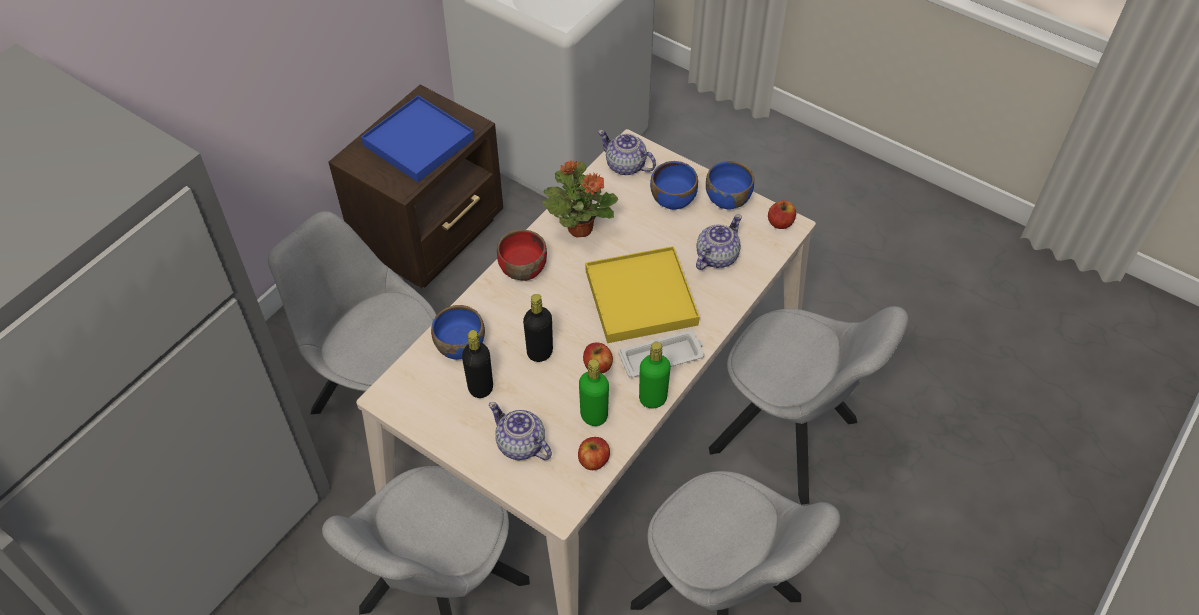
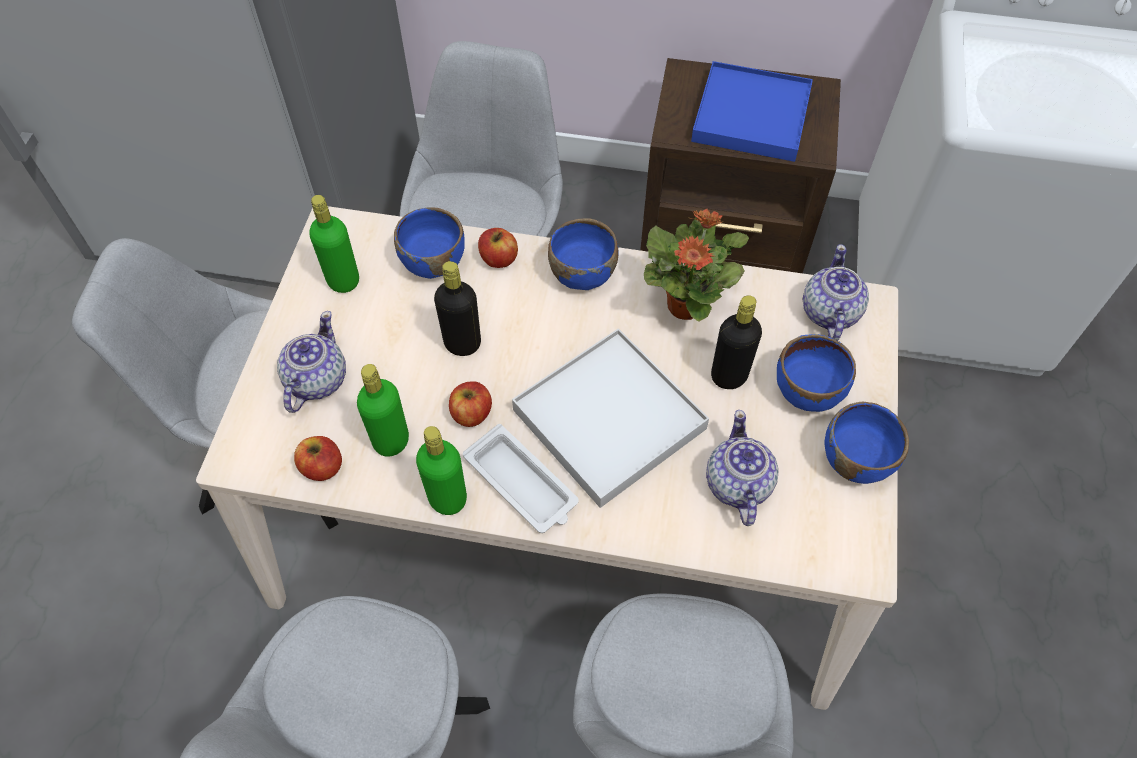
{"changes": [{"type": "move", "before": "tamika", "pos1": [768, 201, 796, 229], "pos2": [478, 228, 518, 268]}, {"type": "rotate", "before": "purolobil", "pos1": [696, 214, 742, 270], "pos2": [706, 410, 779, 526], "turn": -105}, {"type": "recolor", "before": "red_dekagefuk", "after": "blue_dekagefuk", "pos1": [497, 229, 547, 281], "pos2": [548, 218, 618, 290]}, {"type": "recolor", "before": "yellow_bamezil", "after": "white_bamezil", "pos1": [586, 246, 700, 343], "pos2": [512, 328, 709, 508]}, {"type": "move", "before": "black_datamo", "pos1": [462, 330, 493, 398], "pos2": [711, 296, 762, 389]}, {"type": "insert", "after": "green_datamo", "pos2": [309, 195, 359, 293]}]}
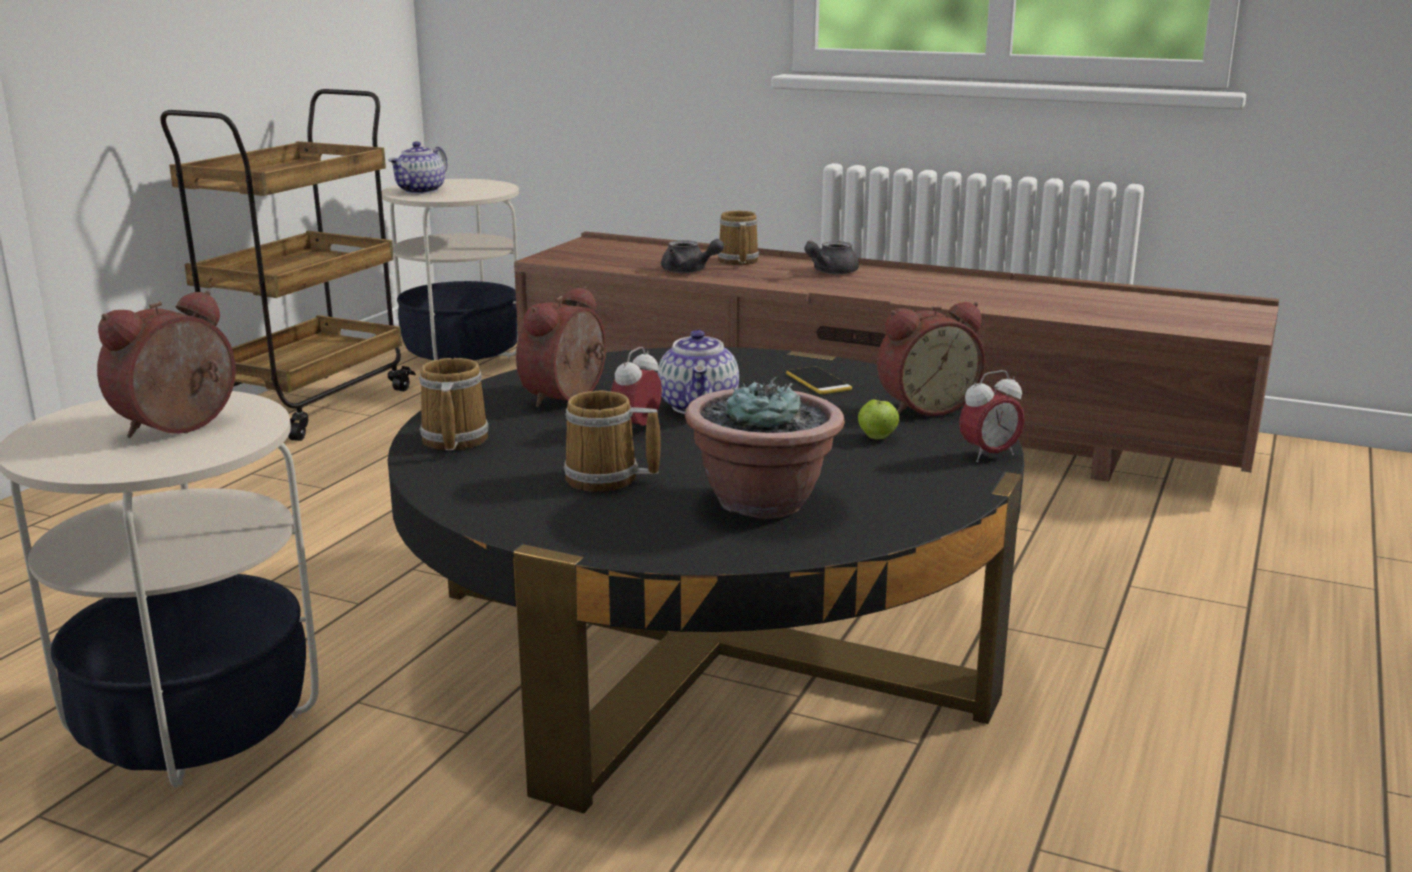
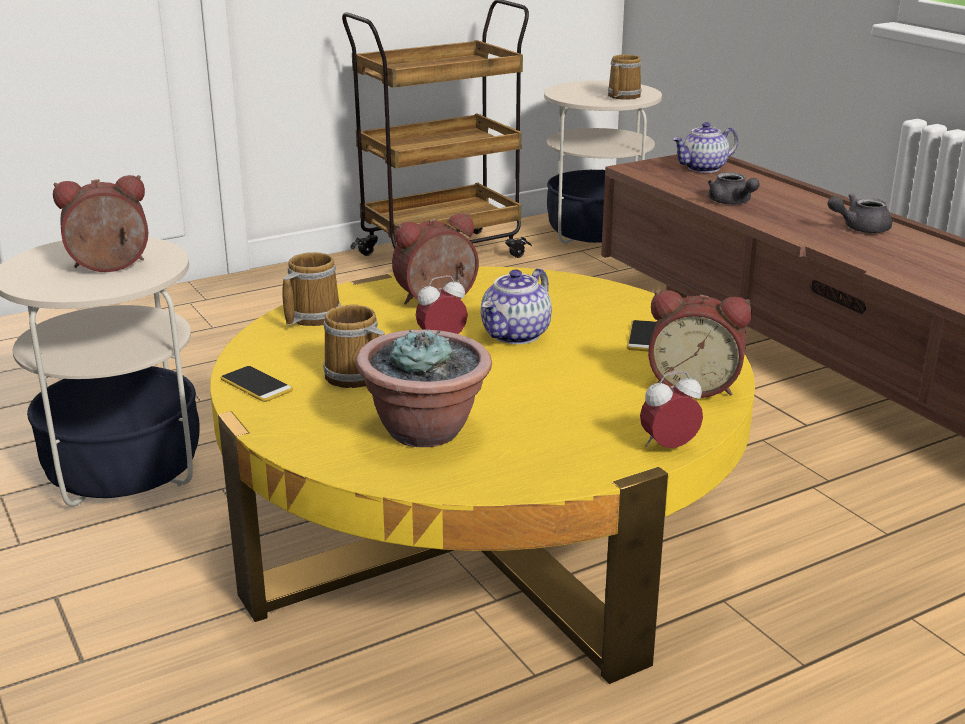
{"changes": [{"type": "move", "before": "purolobil", "pos1": [388, 141, 448, 194], "pos2": [672, 122, 738, 173]}, {"type": "move", "before": "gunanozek", "pos1": [718, 211, 759, 265], "pos2": [608, 54, 642, 99]}, {"type": "recolor", "before": "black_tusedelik", "after": "yellow_tusedelik", "pos1": [388, 347, 1024, 813], "pos2": [210, 266, 755, 684]}, {"type": "rotate", "before": "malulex", "pos1": [959, 370, 1025, 462], "pos2": [640, 371, 703, 448], "turn": 150}, {"type": "delete", "before": "tamika", "pos1": [858, 397, 900, 439]}, {"type": "insert", "after": "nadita", "pos2": [221, 366, 293, 402]}]}
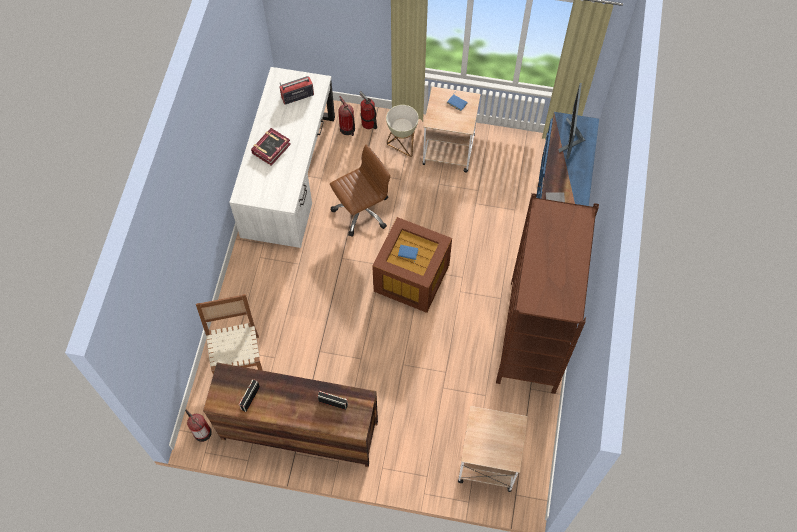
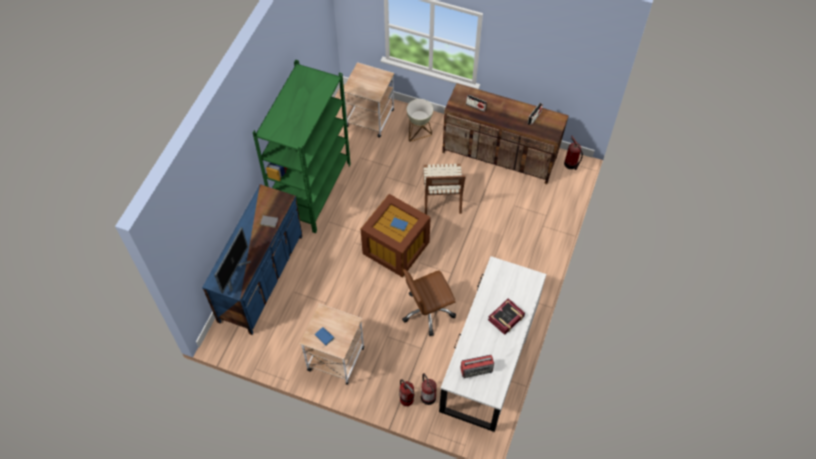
{"changes": [{"type": "move", "before": "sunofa", "pos1": [386, 105, 419, 157], "pos2": [406, 99, 433, 142]}, {"type": "recolor", "before": "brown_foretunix", "after": "green_foretunix", "pos1": [496, 193, 599, 394], "pos2": [253, 60, 351, 233]}, {"type": "move", "before": "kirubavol", "pos1": [196, 294, 263, 375], "pos2": [424, 163, 466, 215]}]}
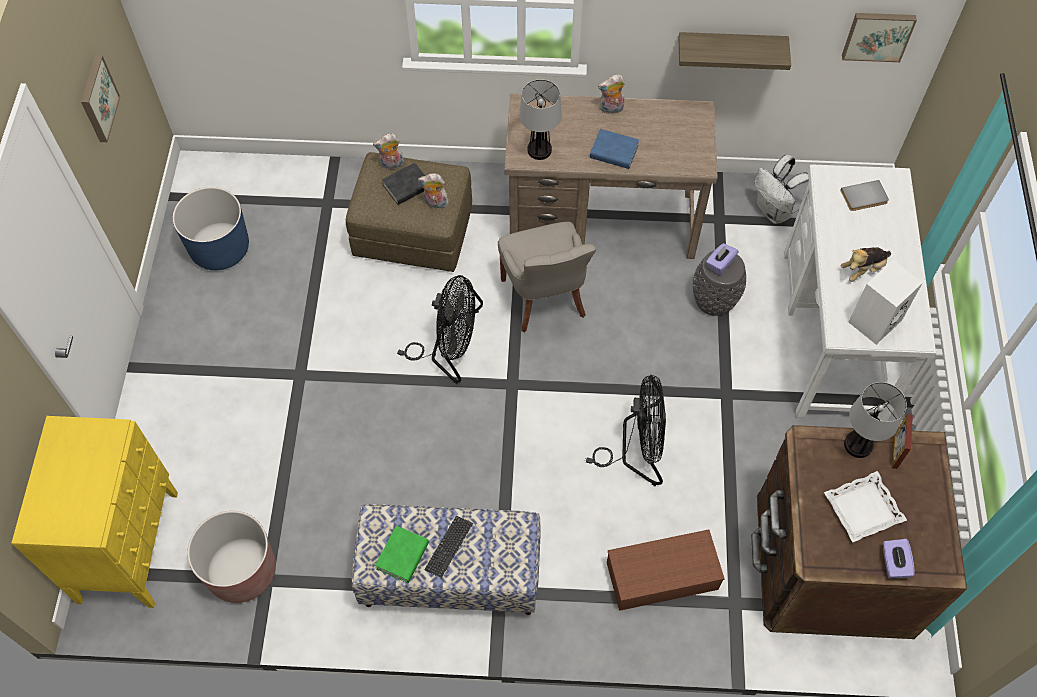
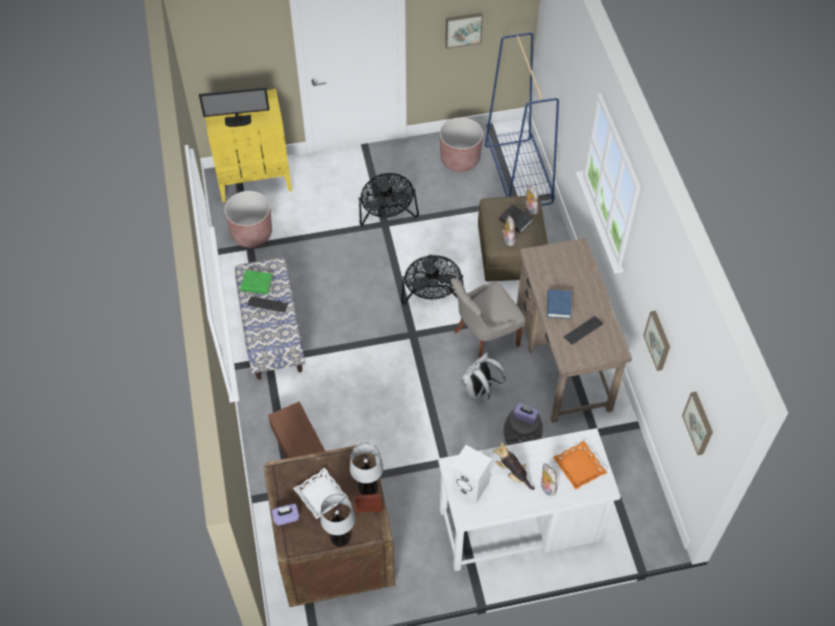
{"changes": [{"type": "replace", "before": "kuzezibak", "after": "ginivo", "pos1": [678, 32, 791, 70], "pos2": [643, 311, 670, 371]}, {"type": "move", "before": "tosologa", "pos1": [598, 74, 625, 115], "pos2": [541, 463, 557, 496]}, {"type": "move", "before": "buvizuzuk", "pos1": [519, 79, 562, 160], "pos2": [321, 494, 355, 546]}, {"type": "move", "before": "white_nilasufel", "pos1": [754, 155, 809, 224], "pos2": [461, 352, 505, 402]}, {"type": "replace", "before": "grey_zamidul", "after": "orange_bamezil", "pos1": [840, 180, 889, 211], "pos2": [553, 441, 607, 490]}, {"type": "recolor", "before": "blue_sunofa", "after": "brown_sunofa", "pos1": [172, 187, 249, 270], "pos2": [440, 117, 483, 172]}, {"type": "move", "before": "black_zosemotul", "pos1": [586, 374, 666, 486], "pos2": [359, 173, 419, 227]}, {"type": "insert", "after": "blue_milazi", "pos2": [485, 32, 559, 206]}, {"type": "insert", "after": "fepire", "pos2": [199, 87, 270, 127]}, {"type": "insert", "after": "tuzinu", "pos2": [564, 316, 603, 345]}]}
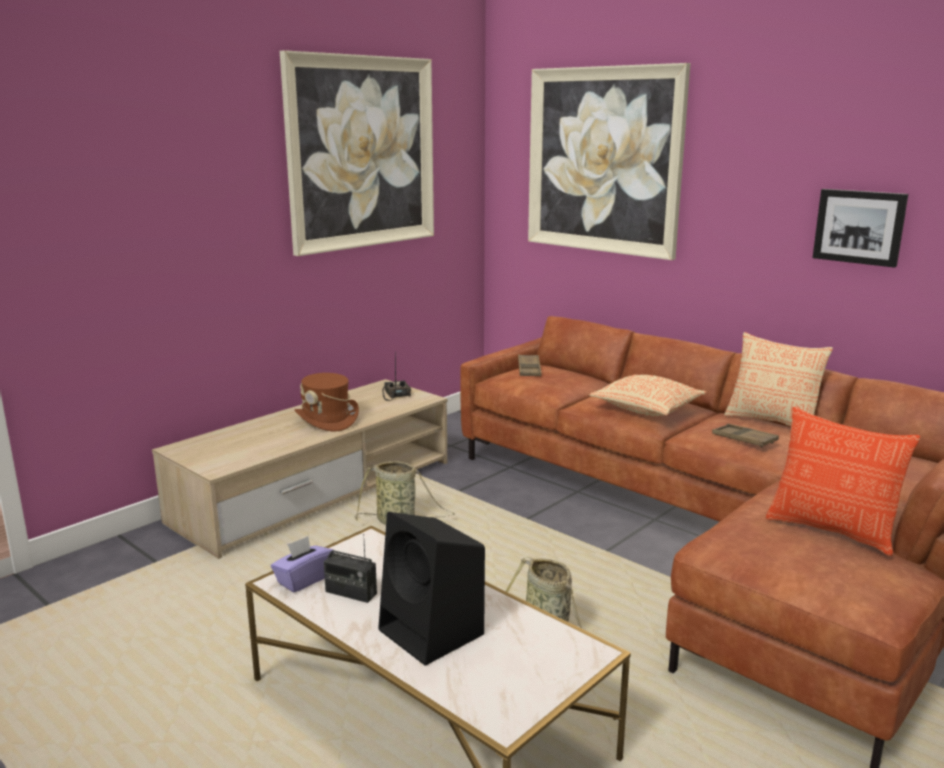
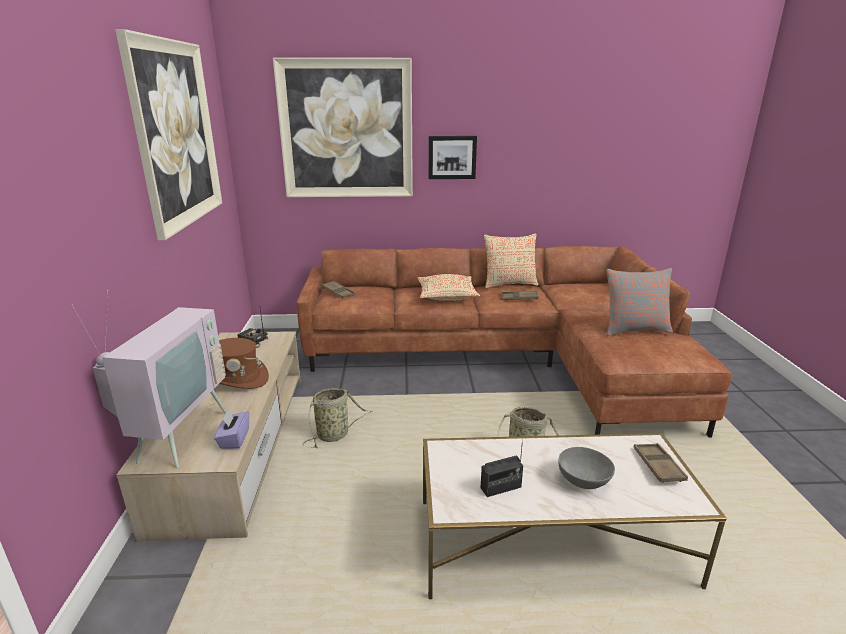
{"changes": [{"type": "move", "before": "ginivo", "pos1": [813, 189, 908, 268], "pos2": [428, 136, 477, 179]}, {"type": "recolor", "before": "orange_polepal", "after": "grey_polepal", "pos1": [766, 407, 920, 556], "pos2": [607, 268, 673, 336]}, {"type": "replace", "before": "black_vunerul", "after": "grey_dekagefuk", "pos1": [378, 512, 485, 666], "pos2": [558, 447, 615, 489]}, {"type": "move", "before": "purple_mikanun", "pos1": [271, 536, 334, 593], "pos2": [214, 409, 249, 449]}, {"type": "insert", "after": "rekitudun", "pos2": [71, 290, 227, 468]}, {"type": "insert", "after": "brown_bamezil", "pos2": [634, 443, 688, 483]}]}
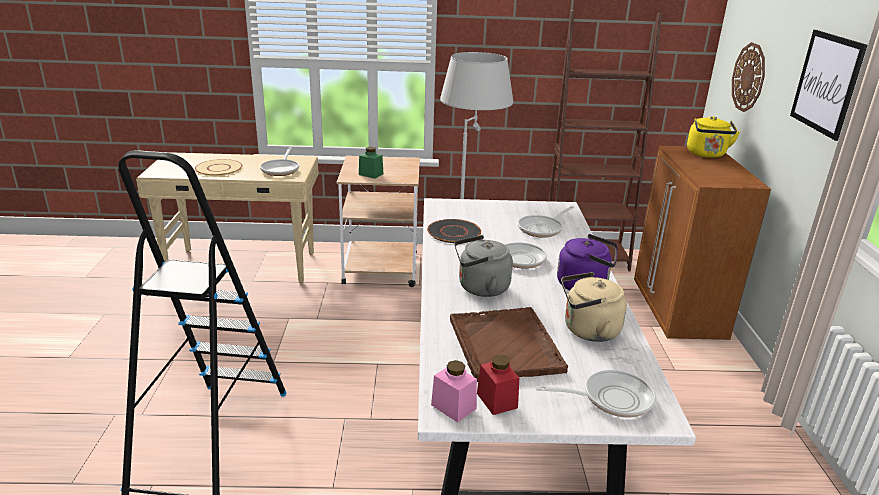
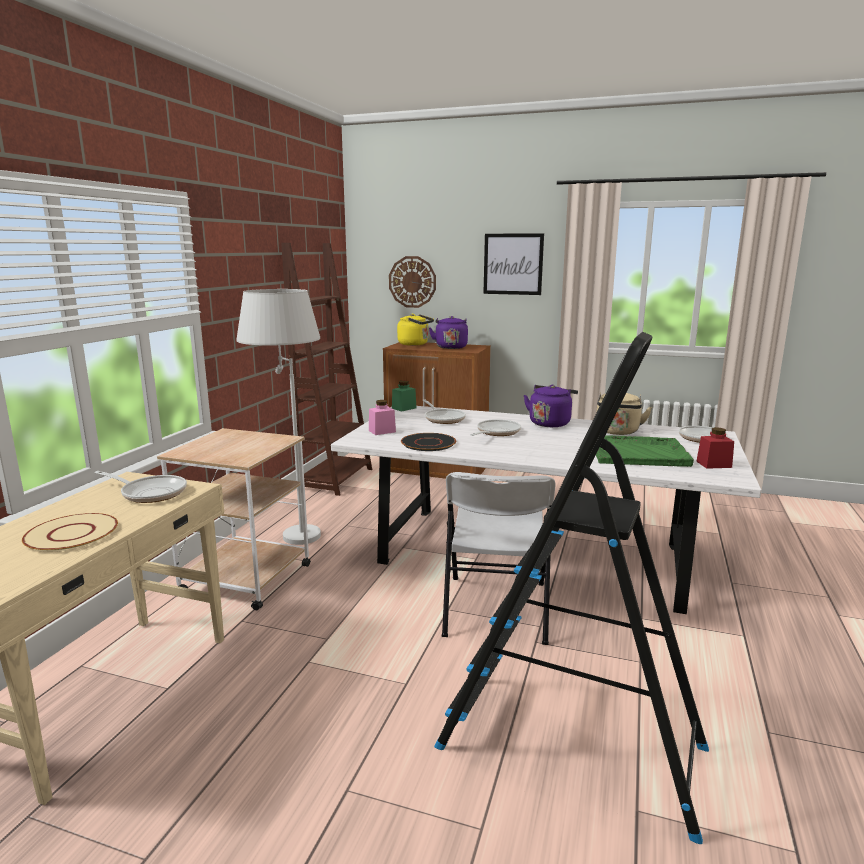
{"changes": [{"type": "move", "before": "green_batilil", "pos1": [359, 147, 383, 179], "pos2": [392, 381, 416, 412]}, {"type": "delete", "before": "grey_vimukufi", "pos1": [454, 235, 513, 297]}, {"type": "recolor", "before": "brown_bamezil", "after": "green_bamezil", "pos1": [450, 307, 568, 382], "pos2": [596, 435, 694, 467]}, {"type": "move", "before": "pink_batilil", "pos1": [431, 360, 477, 422], "pos2": [369, 400, 396, 435]}, {"type": "insert", "after": "purple_vimukufi", "pos2": [429, 316, 468, 349]}, {"type": "insert", "after": "white_kirubavol", "pos2": [442, 472, 556, 645]}]}
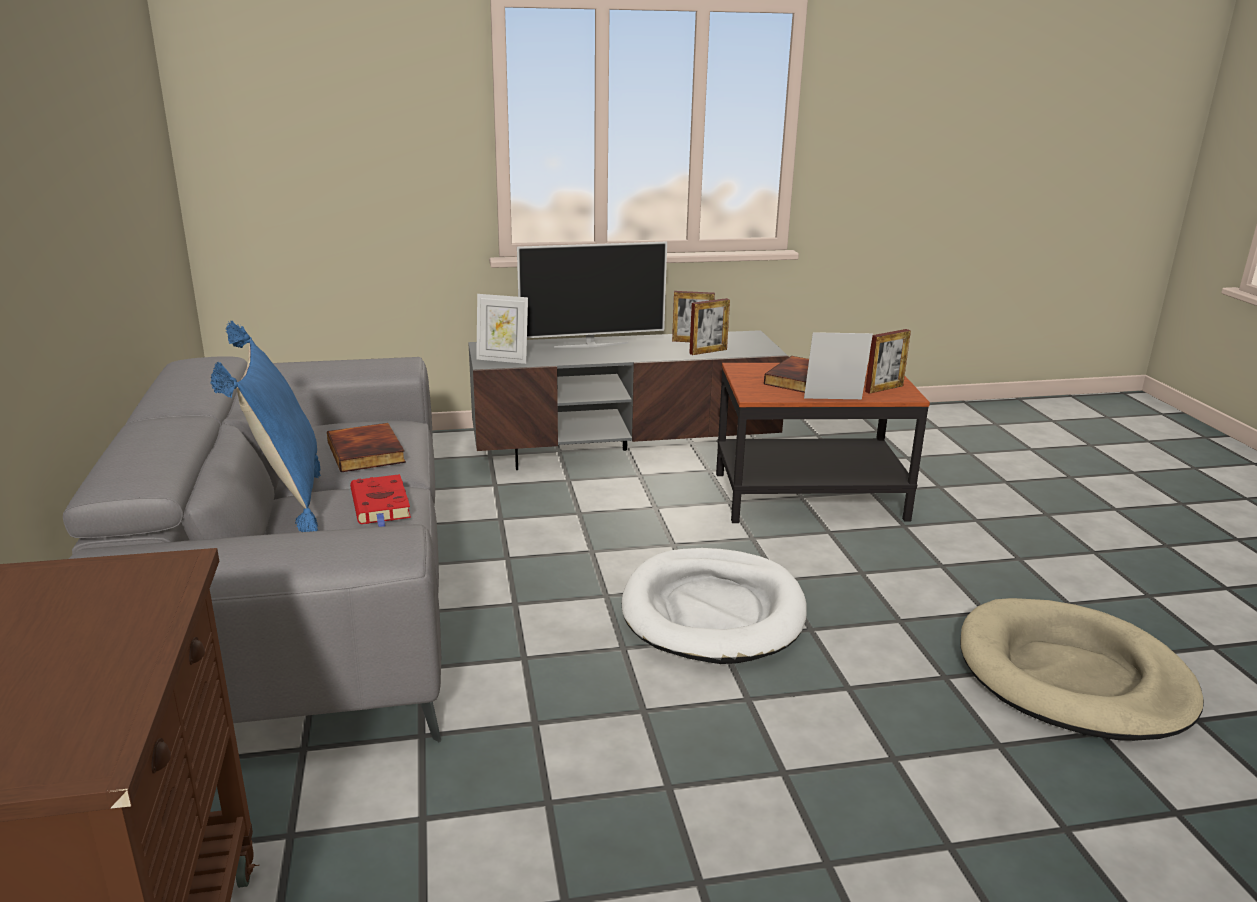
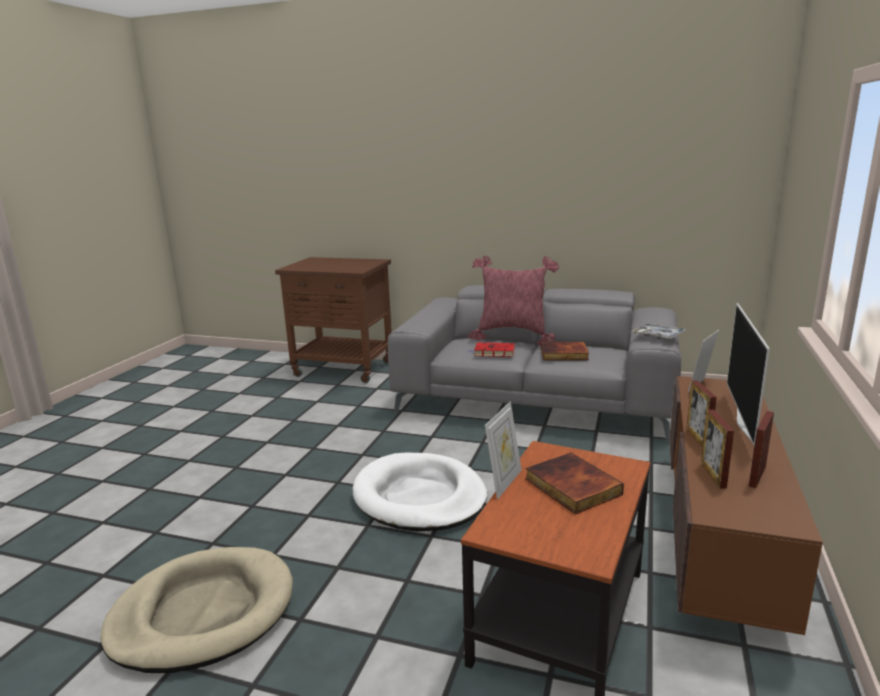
{"changes": [{"type": "recolor", "before": "blue_polepal", "after": "red_polepal", "pos1": [211, 321, 321, 532], "pos2": [467, 256, 559, 346]}, {"type": "move", "before": "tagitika", "pos1": [865, 329, 911, 394], "pos2": [686, 380, 717, 447]}, {"type": "recolor", "before": "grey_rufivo", "after": "brown_rufivo", "pos1": [468, 330, 789, 470], "pos2": [669, 376, 823, 635]}, {"type": "insert", "after": "bamezil", "pos2": [631, 323, 686, 339]}]}
